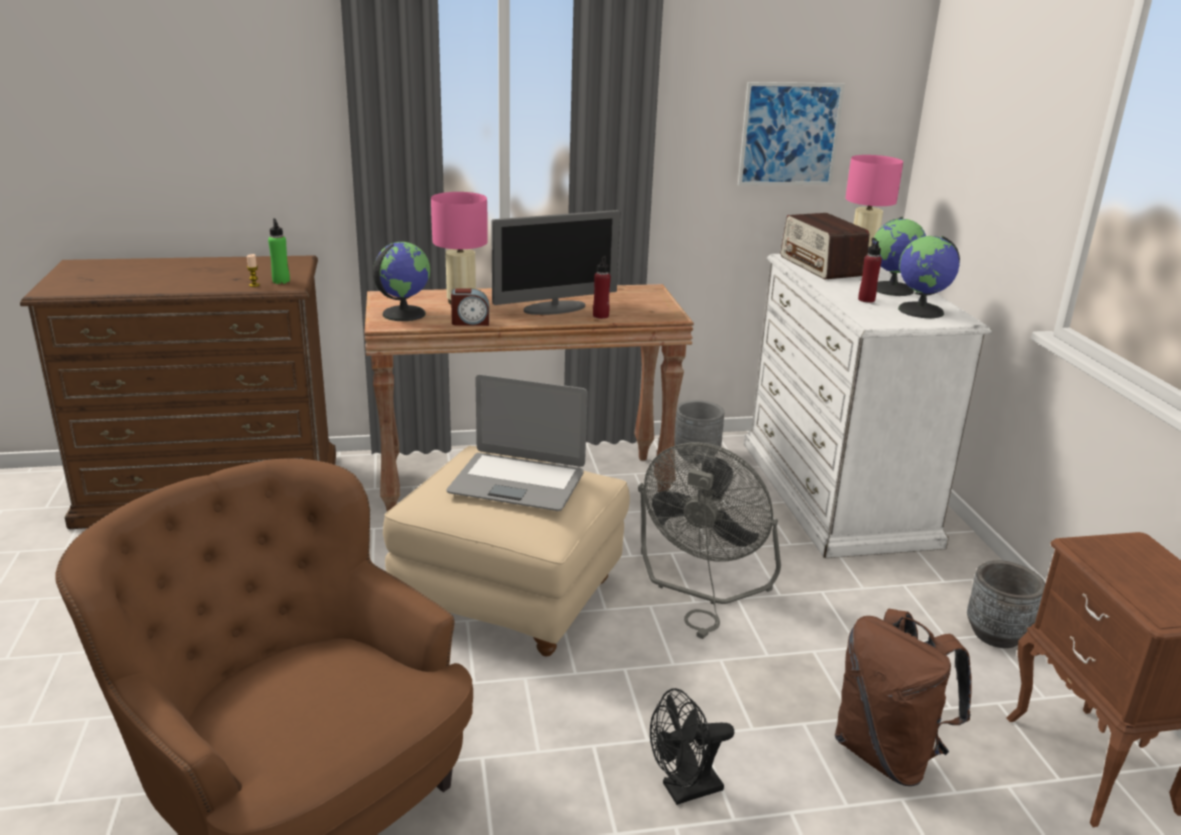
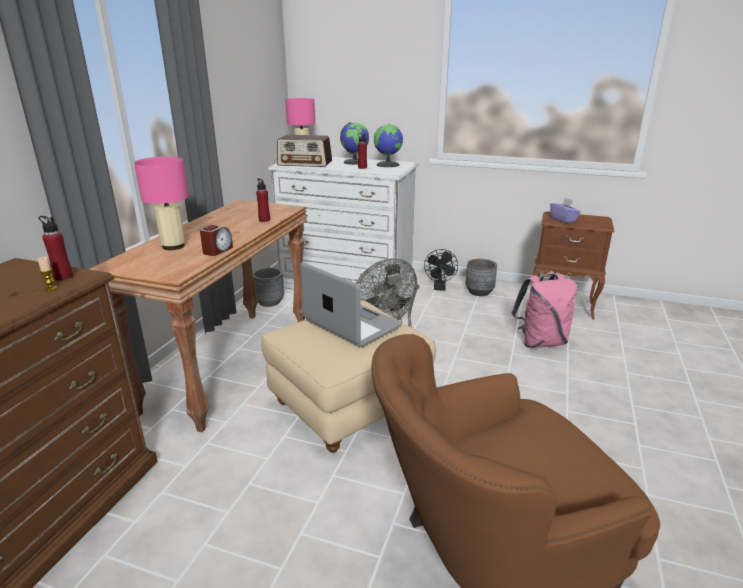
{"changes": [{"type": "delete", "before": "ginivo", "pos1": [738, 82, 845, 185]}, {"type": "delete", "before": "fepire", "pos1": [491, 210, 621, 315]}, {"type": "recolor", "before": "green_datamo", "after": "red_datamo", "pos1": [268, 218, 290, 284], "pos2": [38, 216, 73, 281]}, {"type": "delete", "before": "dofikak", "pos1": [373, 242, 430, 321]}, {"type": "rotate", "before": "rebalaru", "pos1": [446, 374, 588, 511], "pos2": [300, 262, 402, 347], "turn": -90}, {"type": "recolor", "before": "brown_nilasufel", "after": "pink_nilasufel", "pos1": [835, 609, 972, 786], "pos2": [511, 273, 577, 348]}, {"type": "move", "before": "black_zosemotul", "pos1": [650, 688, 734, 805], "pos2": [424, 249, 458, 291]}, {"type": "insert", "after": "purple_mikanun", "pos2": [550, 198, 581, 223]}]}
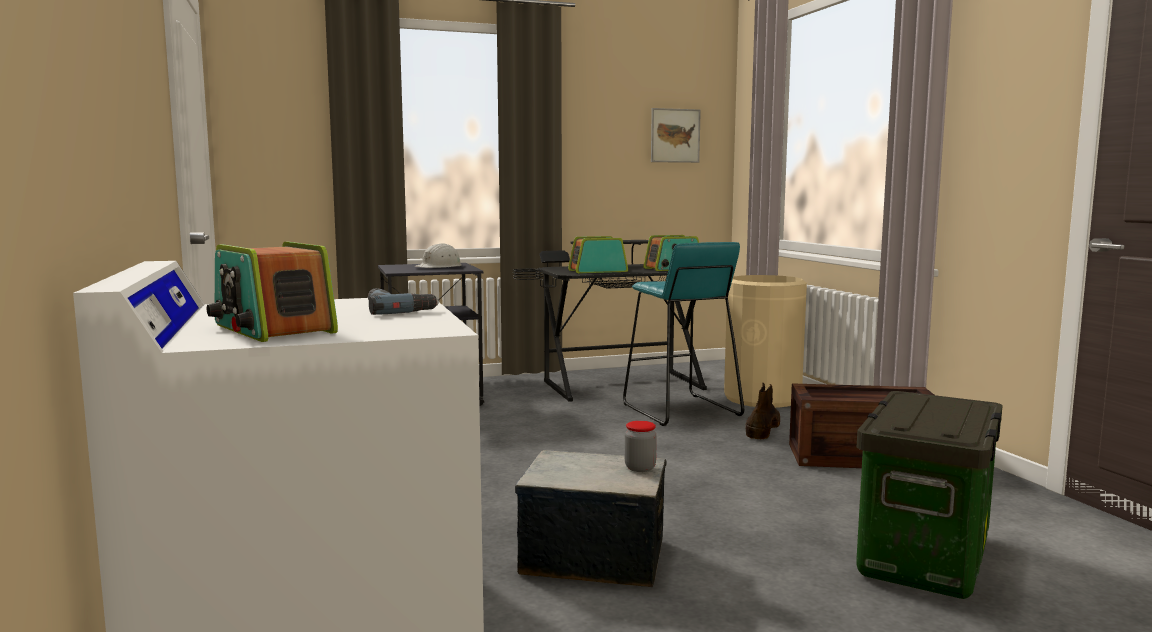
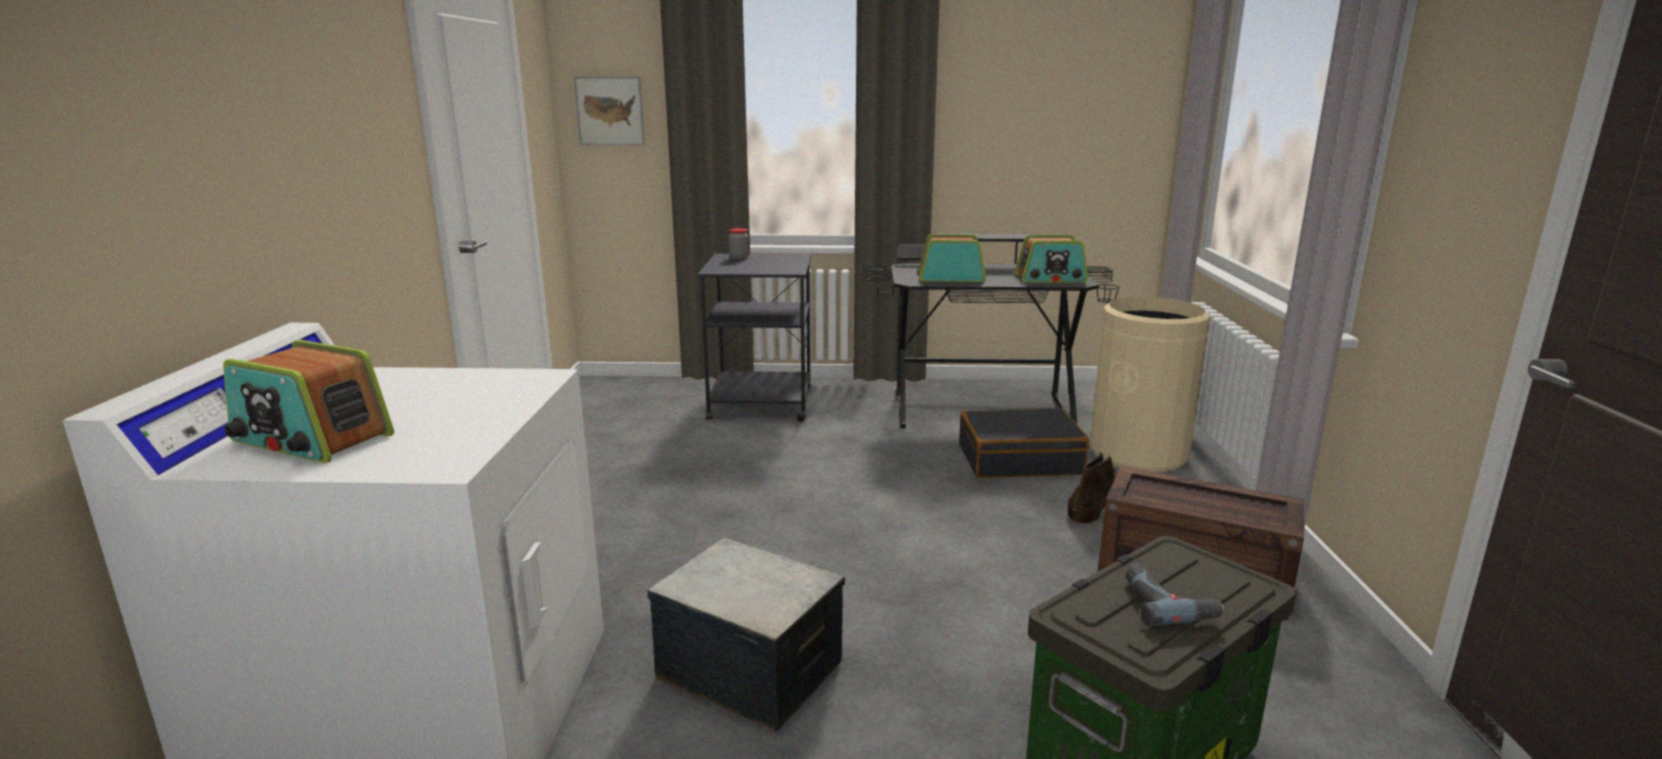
{"changes": [{"type": "move", "before": "ginivo", "pos1": [651, 108, 701, 163], "pos2": [574, 76, 645, 145]}, {"type": "rotate", "before": "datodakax", "pos1": [207, 242, 338, 342], "pos2": [223, 340, 394, 463], "turn": -45}, {"type": "replace", "before": "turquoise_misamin", "after": "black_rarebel", "pos1": [623, 242, 744, 426], "pos2": [959, 408, 1089, 478]}, {"type": "delete", "before": "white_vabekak", "pos1": [415, 243, 462, 268]}, {"type": "move", "before": "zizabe", "pos1": [368, 288, 439, 315], "pos2": [1125, 564, 1225, 626]}, {"type": "move", "before": "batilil", "pos1": [625, 421, 657, 472], "pos2": [729, 228, 749, 259]}]}
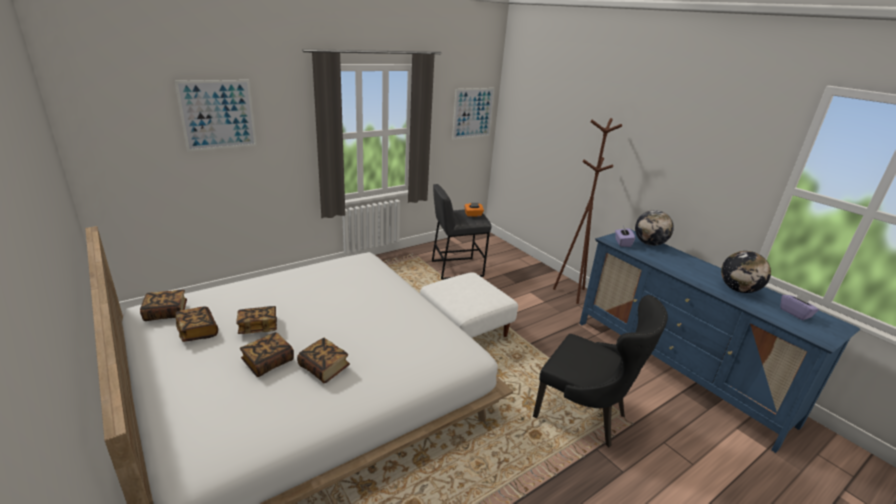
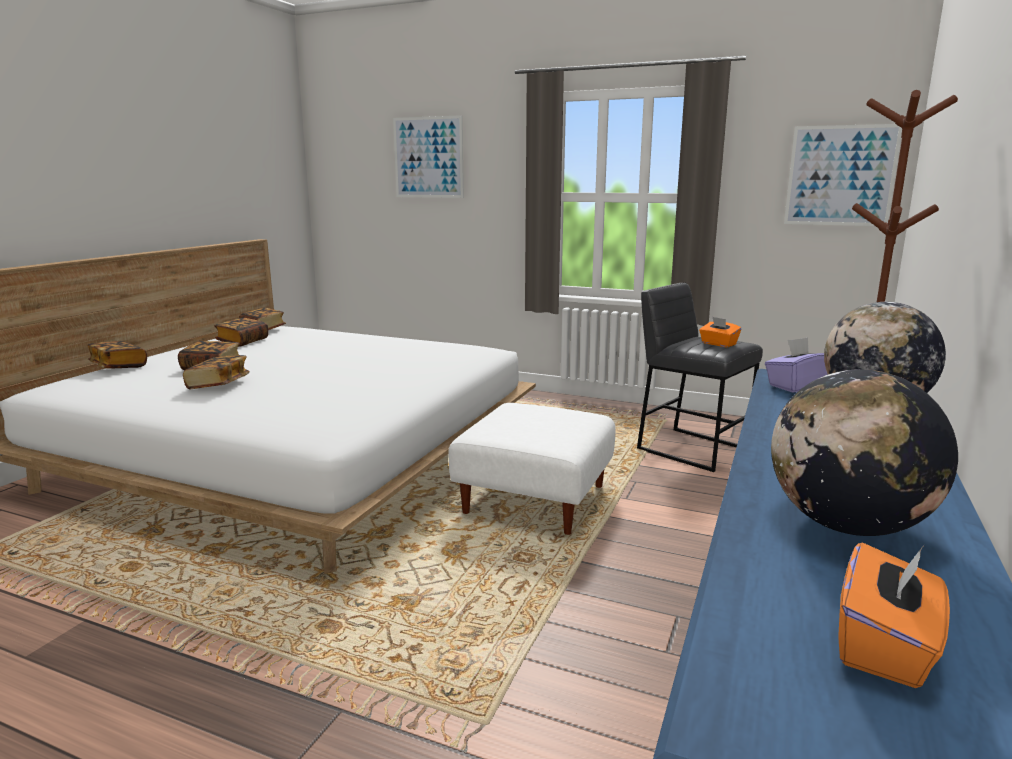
{"changes": [{"type": "recolor", "before": "purple_mikanun", "after": "orange_mikanun", "pos1": [780, 291, 819, 320], "pos2": [838, 543, 950, 688]}, {"type": "delete", "before": "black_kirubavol", "pos1": [533, 295, 668, 447]}, {"type": "move", "before": "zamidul", "pos1": [236, 306, 277, 334], "pos2": [87, 341, 147, 369]}]}
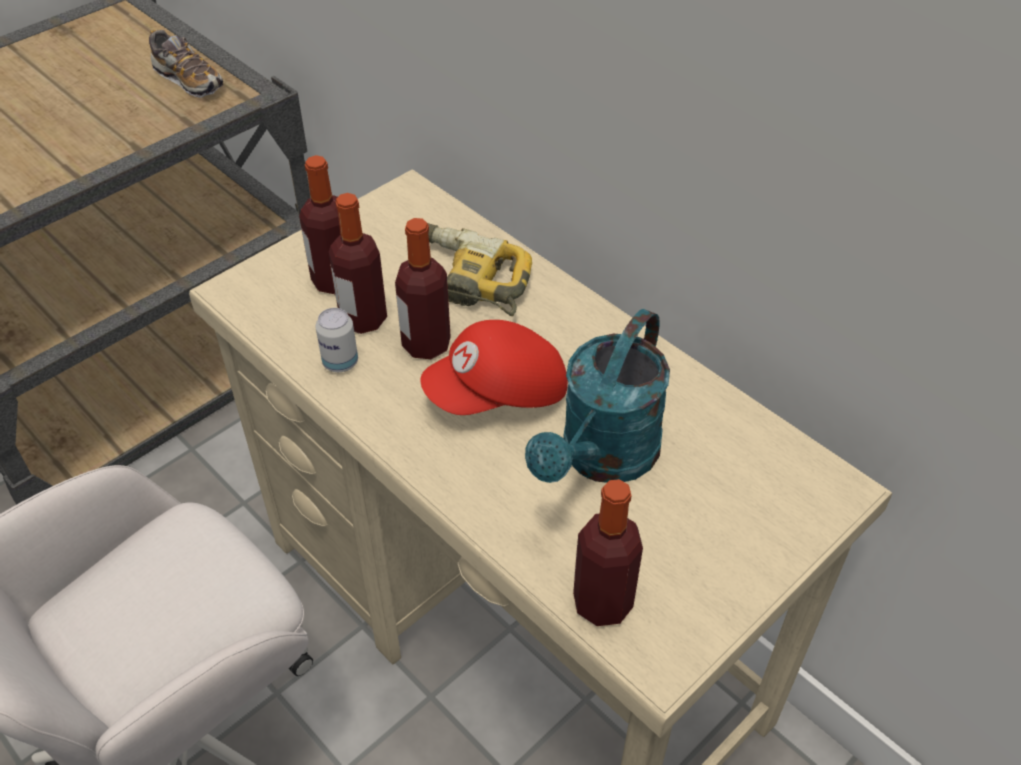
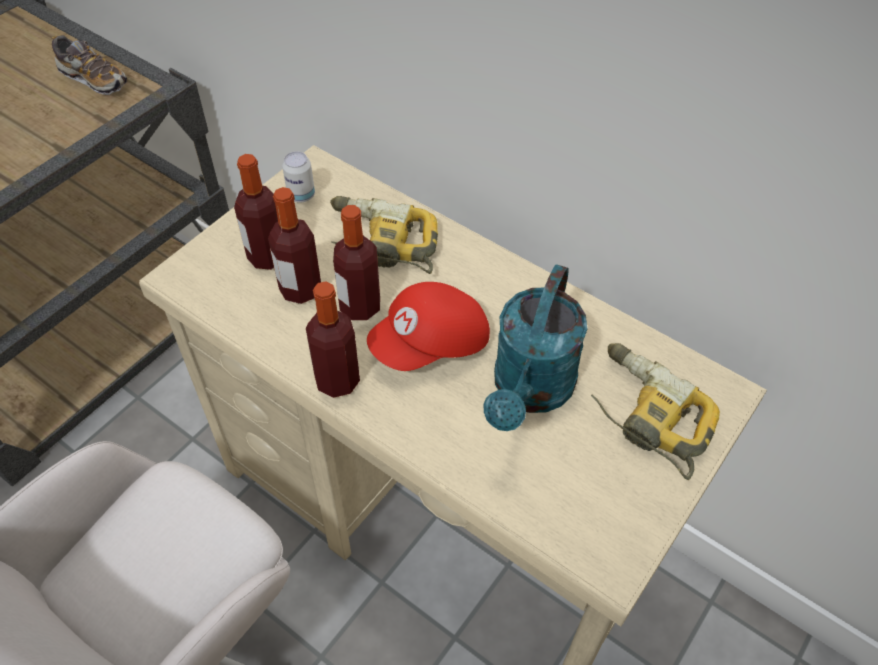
{"changes": [{"type": "move", "before": "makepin", "pos1": [316, 308, 358, 372], "pos2": [282, 152, 315, 203]}, {"type": "move", "before": "datamo", "pos1": [573, 479, 643, 626], "pos2": [306, 281, 360, 398]}, {"type": "insert", "after": "zizabe", "pos2": [591, 343, 720, 480]}]}
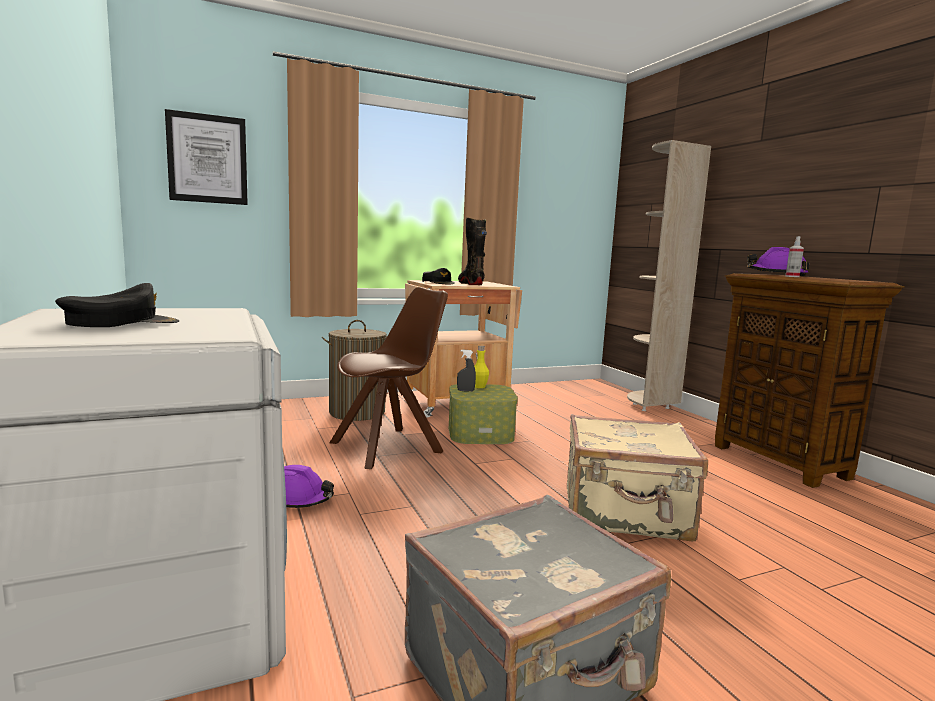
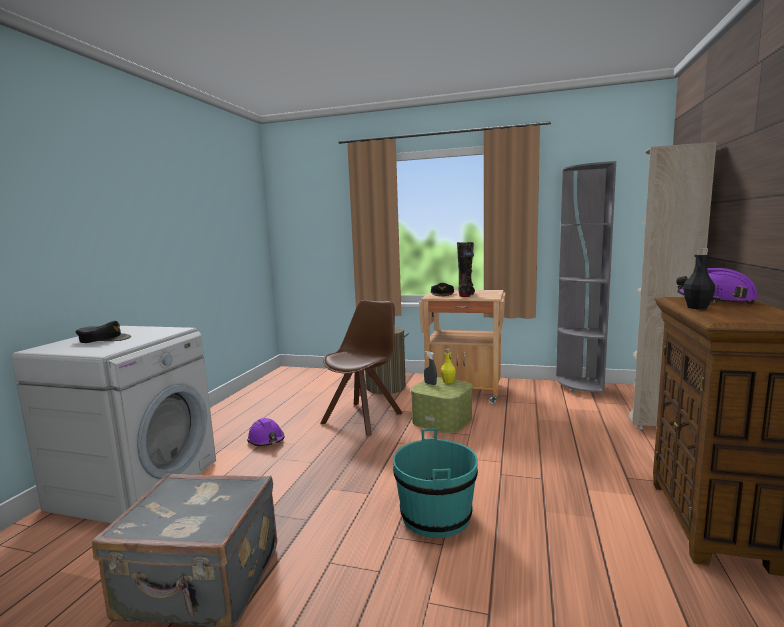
{"changes": [{"type": "delete", "before": "ginivo", "pos1": [165, 109, 248, 205]}, {"type": "replace", "before": "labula", "after": "black_datamo", "pos1": [785, 236, 804, 277], "pos2": [683, 248, 715, 309]}, {"type": "rotate", "before": "brown_kirubavol", "pos1": [330, 287, 448, 469], "pos2": [320, 300, 402, 436], "turn": -60}, {"type": "replace", "before": "beige_rarebel", "after": "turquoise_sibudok", "pos1": [567, 414, 708, 541], "pos2": [393, 429, 478, 538]}, {"type": "insert", "after": "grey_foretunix", "pos2": [556, 161, 616, 396]}]}
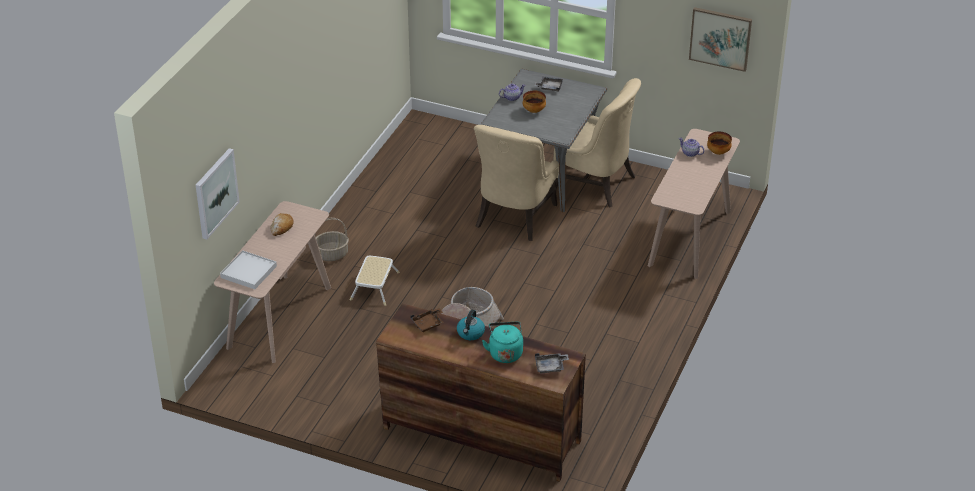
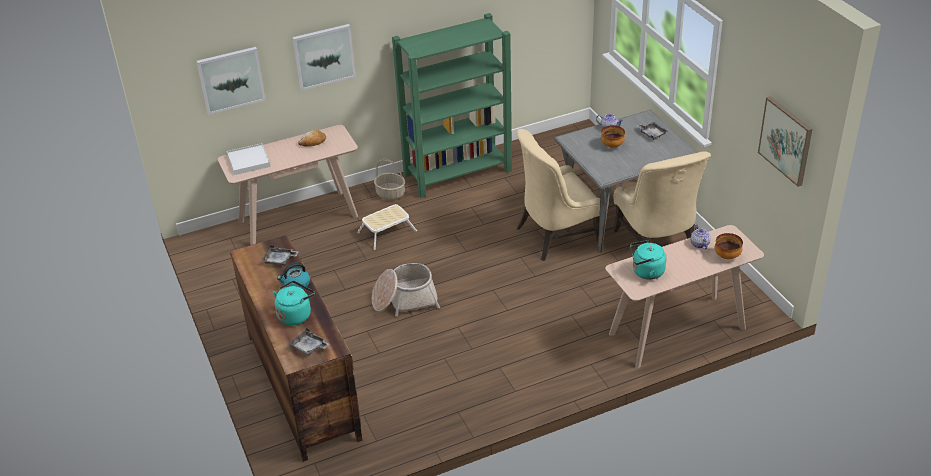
{"changes": [{"type": "recolor", "before": "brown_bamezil", "after": "grey_bamezil", "pos1": [410, 308, 444, 332], "pos2": [262, 245, 298, 265]}, {"type": "insert", "after": "green_foretunix", "pos2": [392, 13, 512, 198]}, {"type": "insert", "after": "ginivo", "pos2": [293, 24, 356, 91]}, {"type": "insert", "after": "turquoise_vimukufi", "pos2": [630, 240, 666, 280]}]}
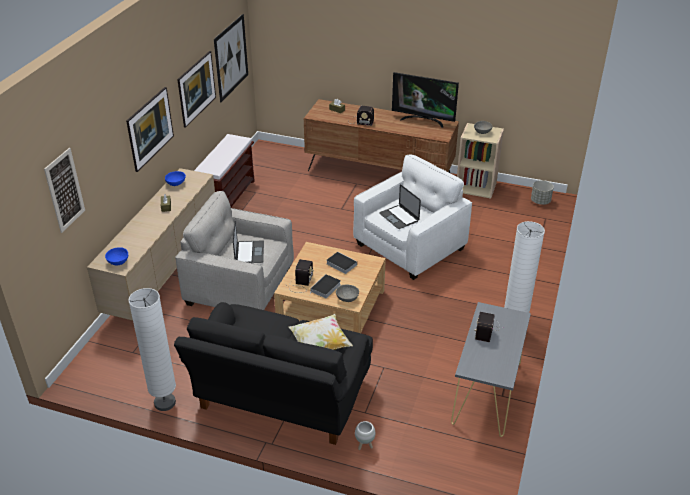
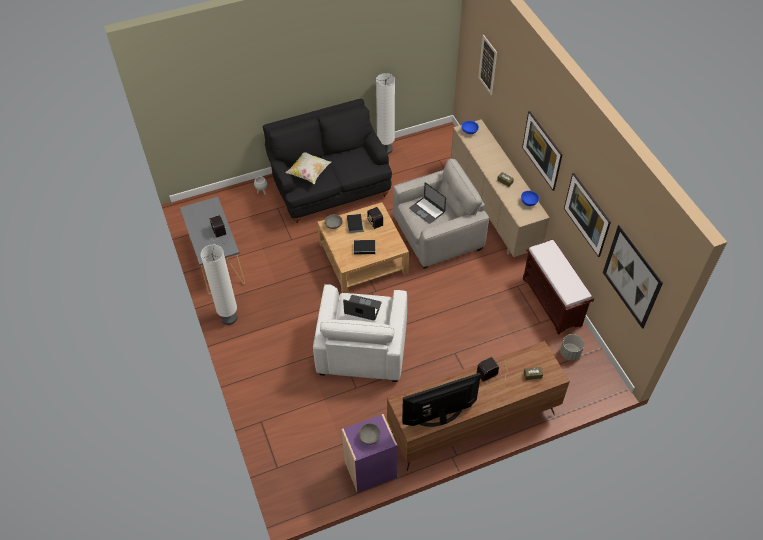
{"changes": [{"type": "recolor", "before": "beige_foretunix", "after": "purple_foretunix", "pos1": [457, 123, 504, 199], "pos2": [342, 414, 397, 493]}, {"type": "move", "before": "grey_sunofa", "pos1": [531, 180, 554, 205], "pos2": [560, 334, 584, 361]}]}
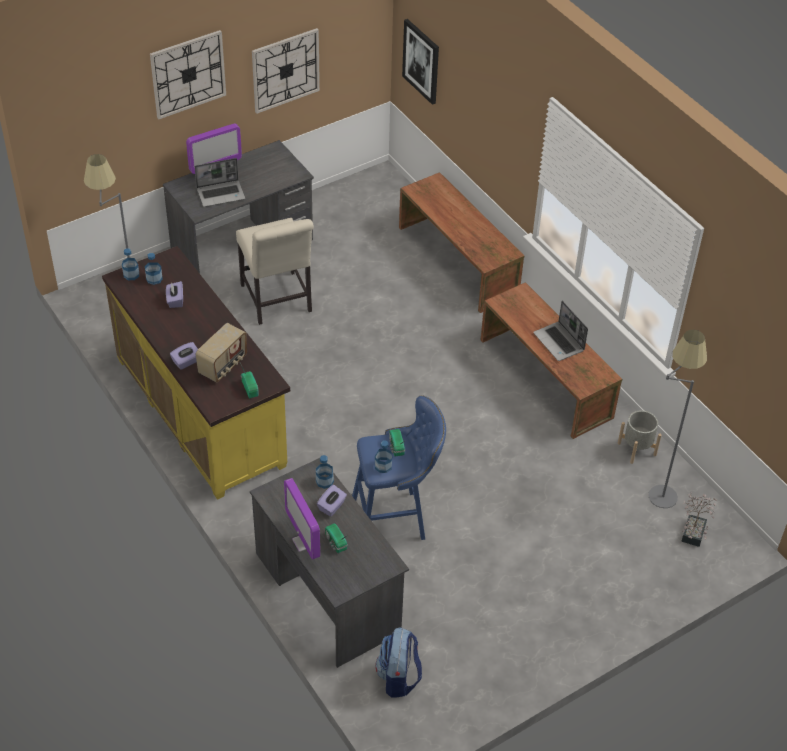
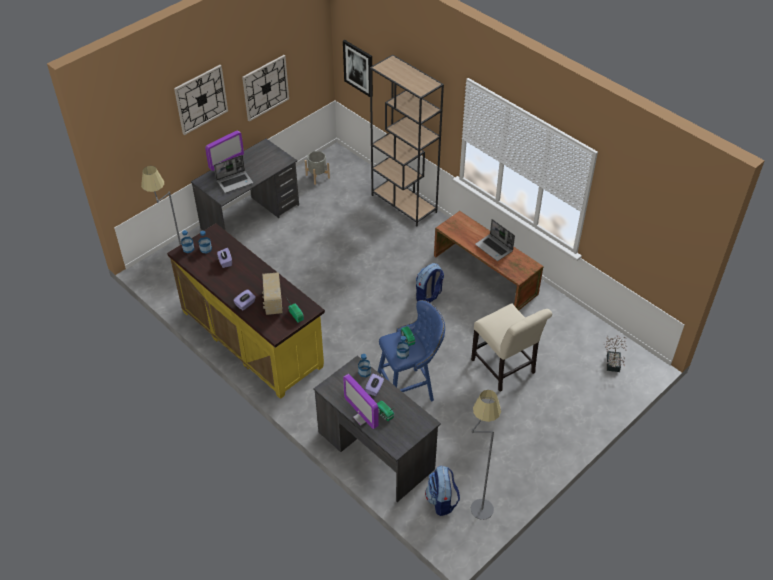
{"changes": [{"type": "replace", "before": "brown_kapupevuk", "after": "foretunix", "pos1": [399, 172, 524, 313], "pos2": [370, 55, 444, 227]}, {"type": "move", "before": "beige_kirubavol", "pos1": [236, 218, 314, 325], "pos2": [471, 303, 552, 392]}, {"type": "rotate", "before": "datodakax", "pos1": [196, 323, 247, 383], "pos2": [262, 272, 283, 315], "turn": 150}, {"type": "move", "before": "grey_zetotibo", "pos1": [648, 330, 707, 508], "pos2": [471, 390, 501, 520]}, {"type": "move", "before": "grey_sunofa", "pos1": [618, 410, 661, 464], "pos2": [305, 151, 330, 185]}, {"type": "insert", "after": "nilasufel", "pos2": [416, 263, 444, 302]}]}
